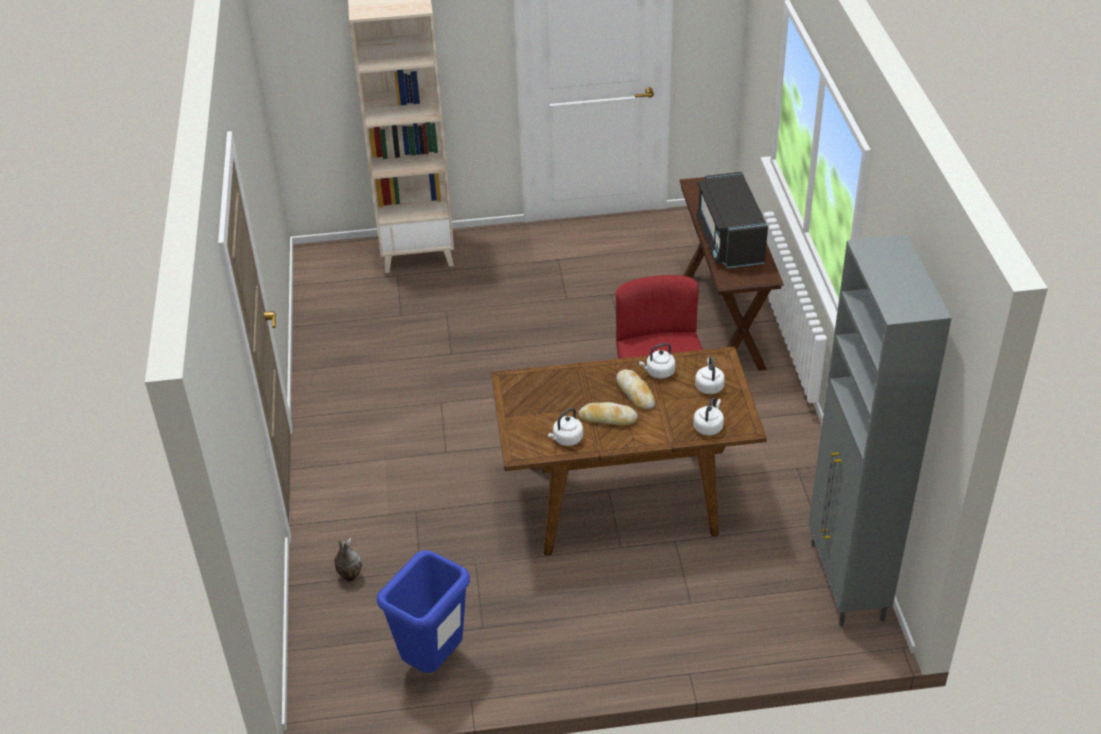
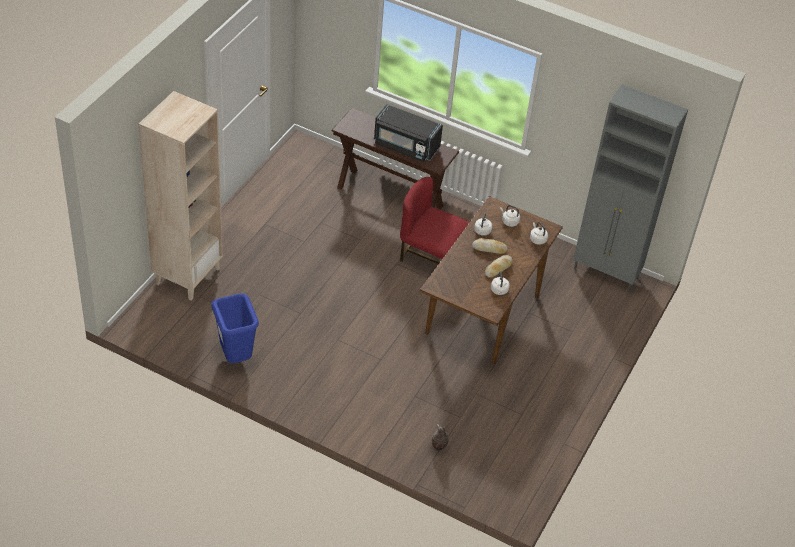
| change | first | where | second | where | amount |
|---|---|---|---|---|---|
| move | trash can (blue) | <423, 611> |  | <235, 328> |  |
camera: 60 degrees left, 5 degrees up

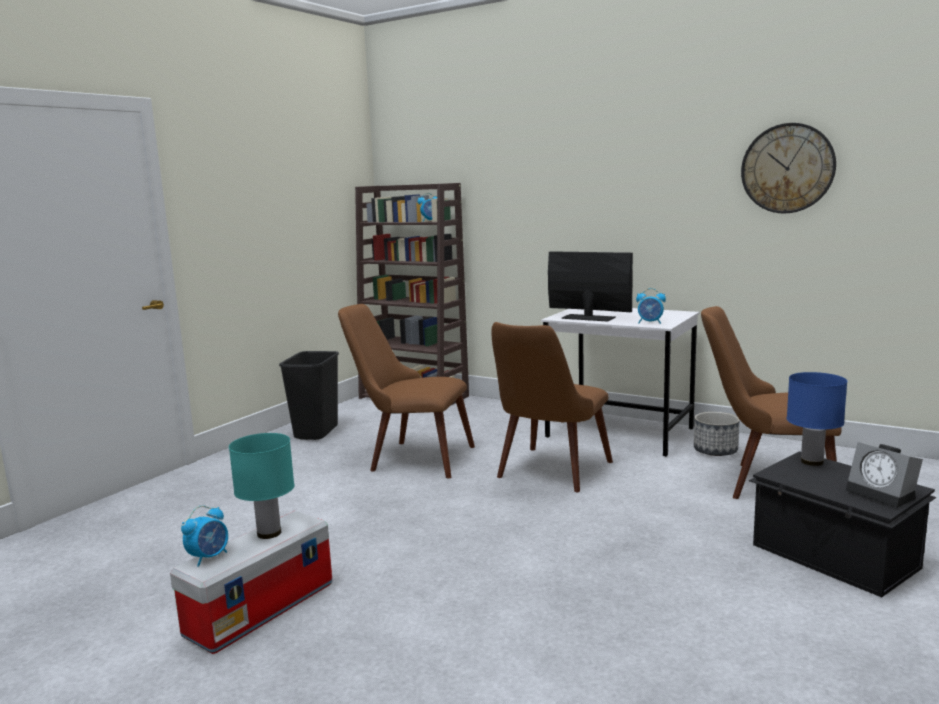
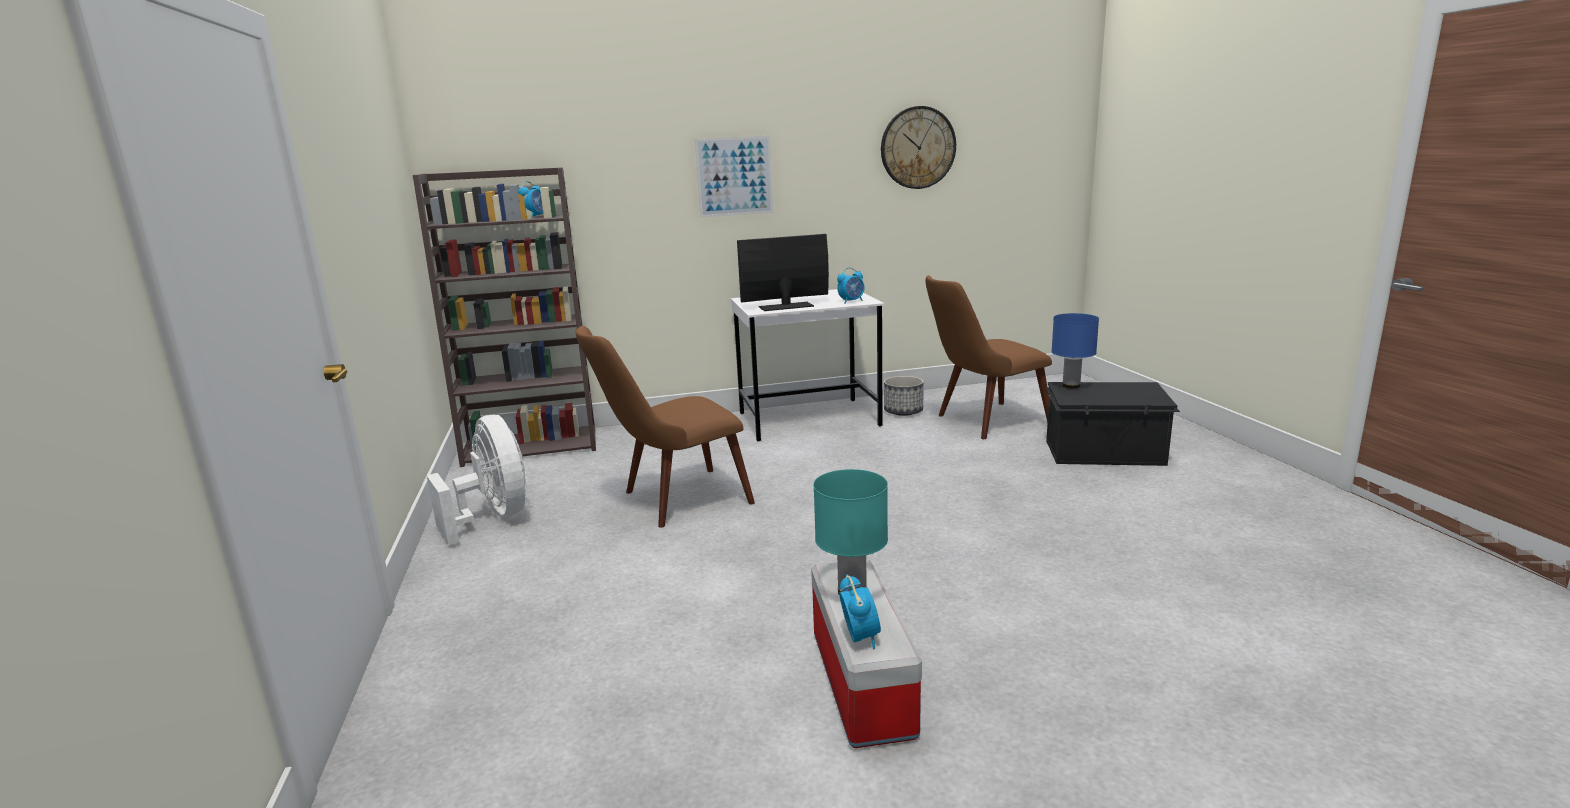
| change | first | where | second | where | amount |
|---|---|---|---|---|---|
| delete | chair (brown) | <552, 407> |  |  |  |
| replace | trash can (black) | <309, 395> | fan (white) | <476, 480> |  |
| delete | alarm clock | <884, 475> |  |  |  |
| insert |  |  | picture | <734, 176> |  |
camera: 45 degrees left, 5 degrees up

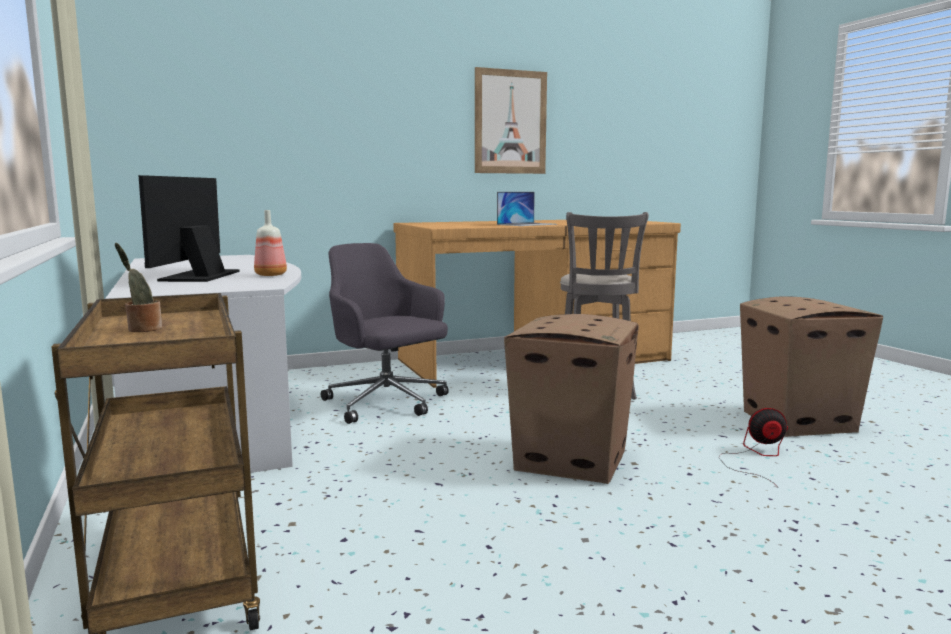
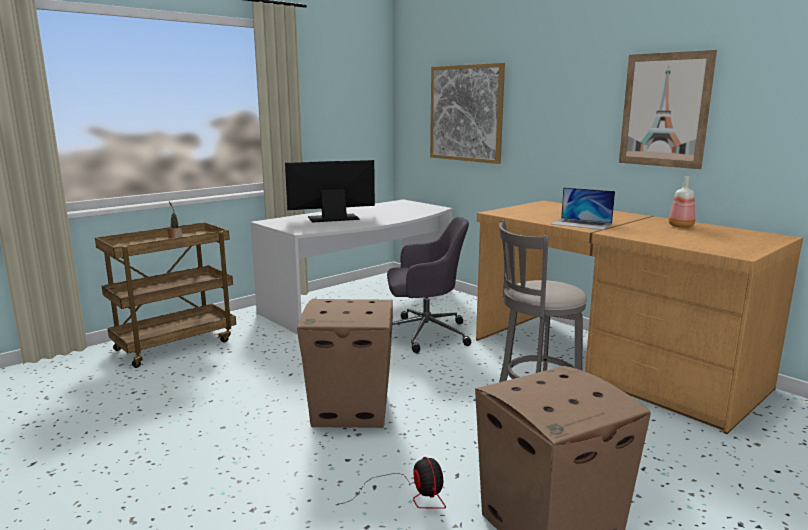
| change | first | where | second | where | amount |
|---|---|---|---|---|---|
| move | bottle | <270, 243> |  | <682, 201> |  |
| rotate | office chair (grey) | <385, 333> |  | <429, 285> | 60 degrees clockwise |
| insert |  |  | picture | <467, 113> |  |
camera: 70 degrees right, 5 degrees up

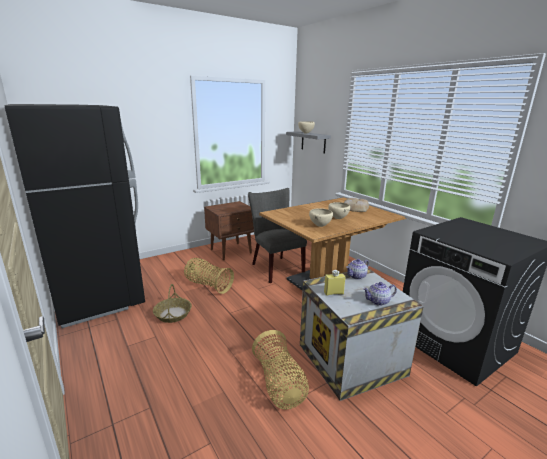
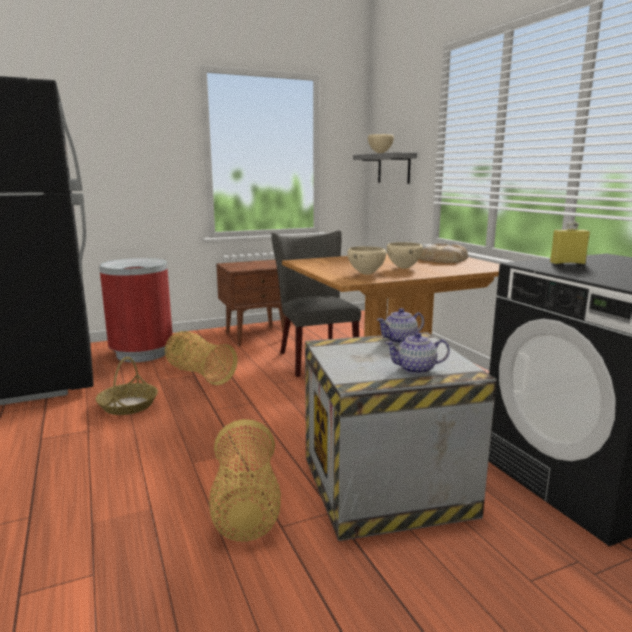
| change | first | where | second | where | amount |
|---|---|---|---|---|---|
| move | bottle (yellow) | <335, 283> |  | <570, 242> |  |
| insert |  |  | trash can (red) | <136, 310> |  |
camera: 10 degrees right, 5 degrees down

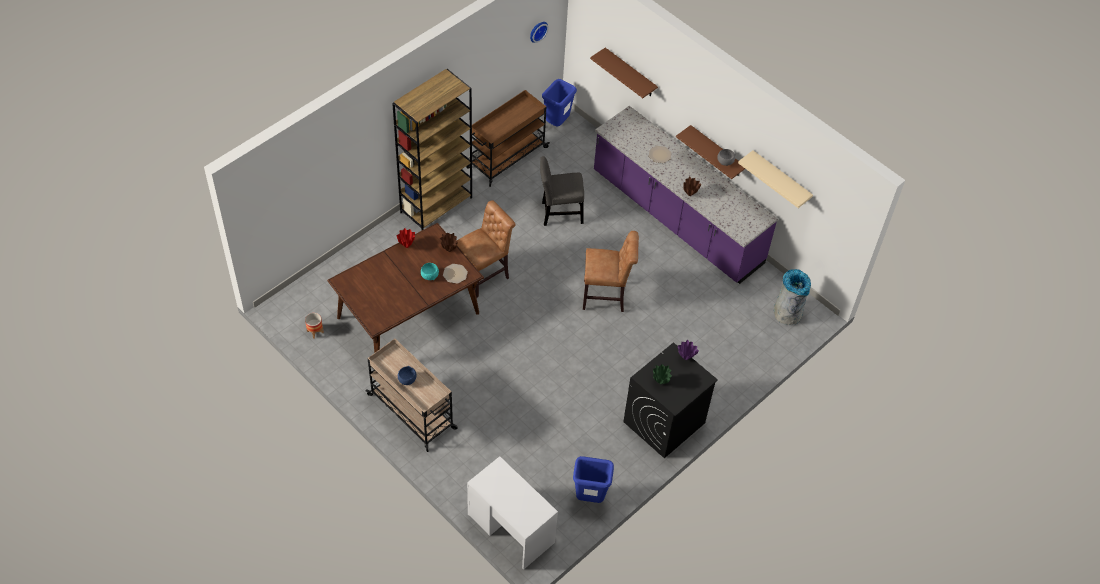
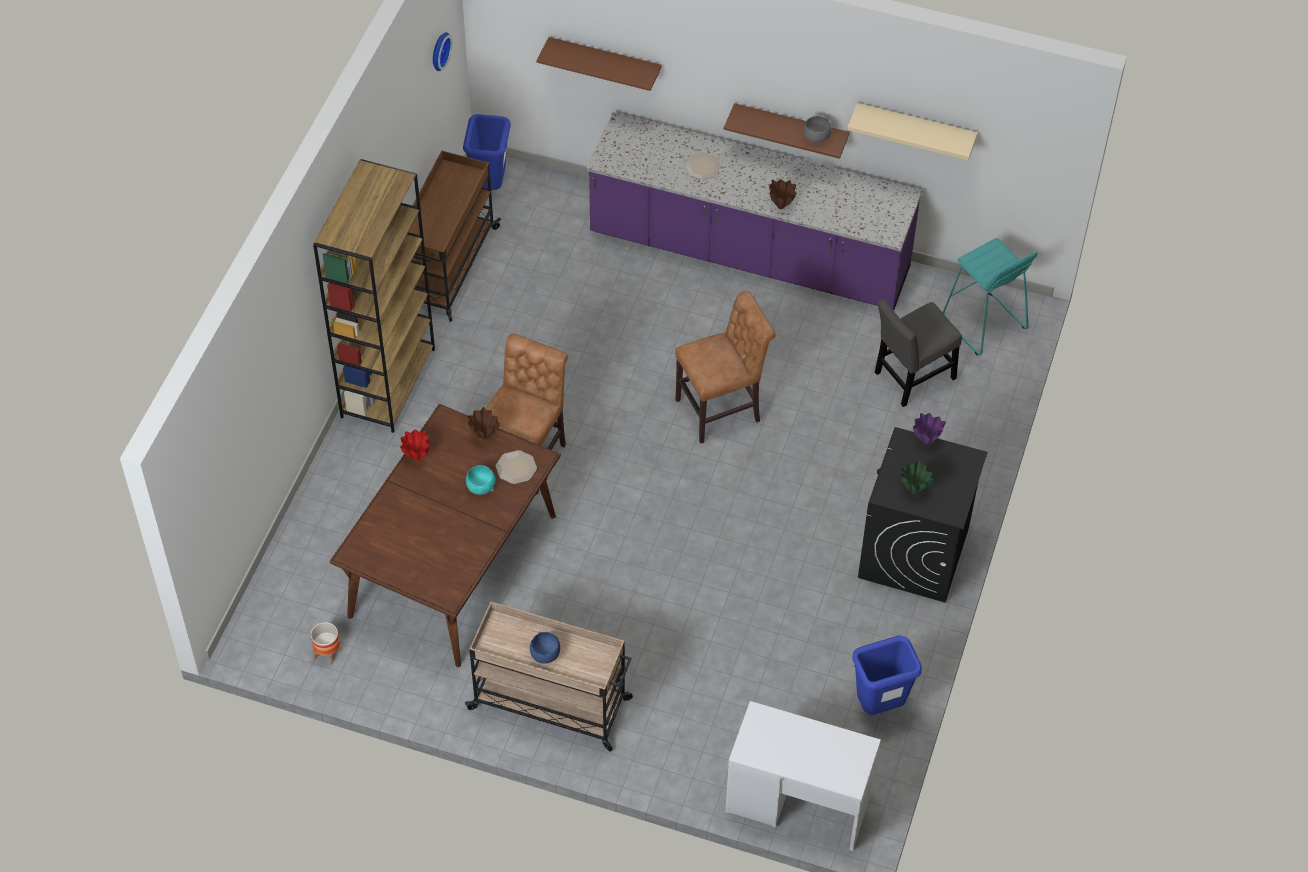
| change | first | where | second | where | amount |
|---|---|---|---|---|---|
| move | chair (grey) | <562, 191> |  | <918, 353> |  |
| replace | trash can (grey) | <792, 297> | stool (turquoise) | <990, 296> |  |
camera: 25 degrees left, 0 degrees up

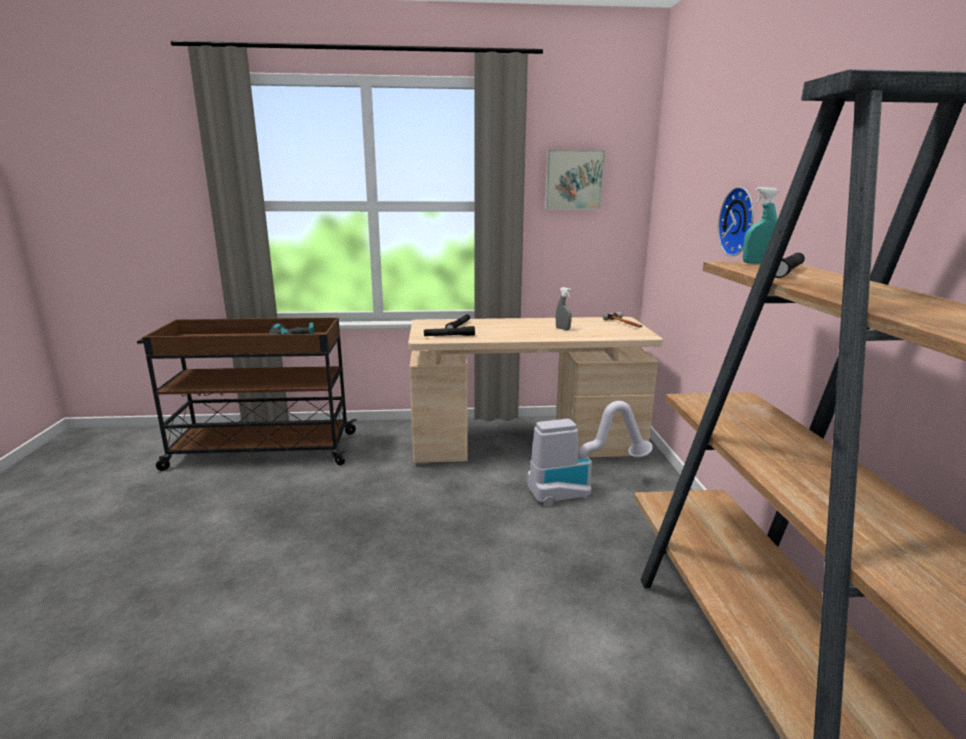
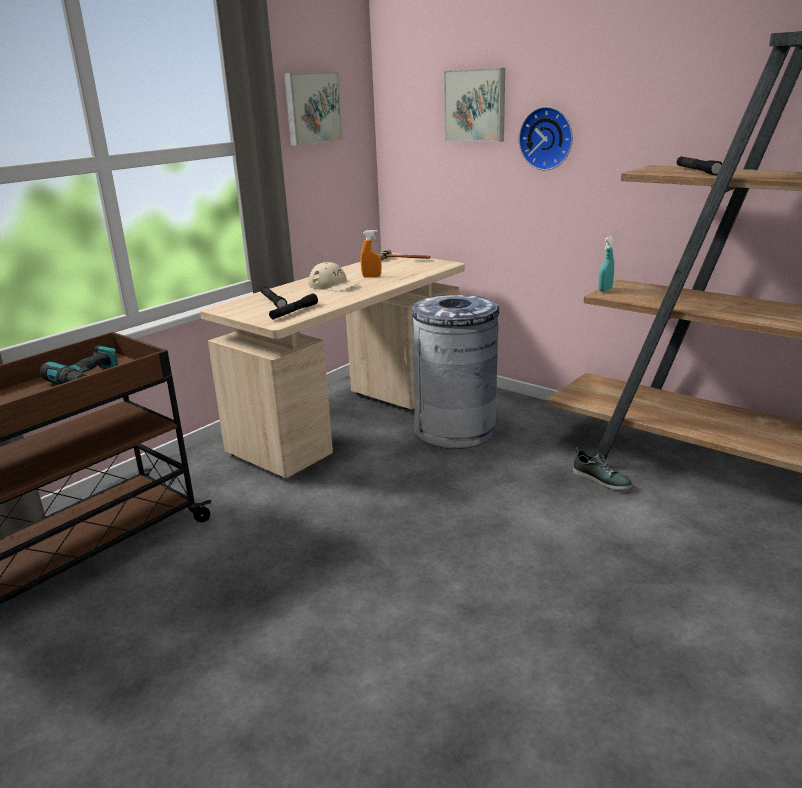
| change | first | where | second | where | amount |
|---|---|---|---|---|---|
| move | spray bottle (turquoise) | <761, 225> |  | <606, 264> |  |
| recolor | spray bottle (grey) | <564, 308> | spray bottle (orange) | <371, 254> |  |
| replace | vacuum cleaner | <590, 453> | trash can (grey) | <455, 372> |  |
| insert |  |  | picture | <474, 105> |  |
| insert |  |  | cap (beige) | <334, 276> |  |
| insert |  |  | shoe | <602, 469> |  |
camera: 45 degrees left, 5 degrees up

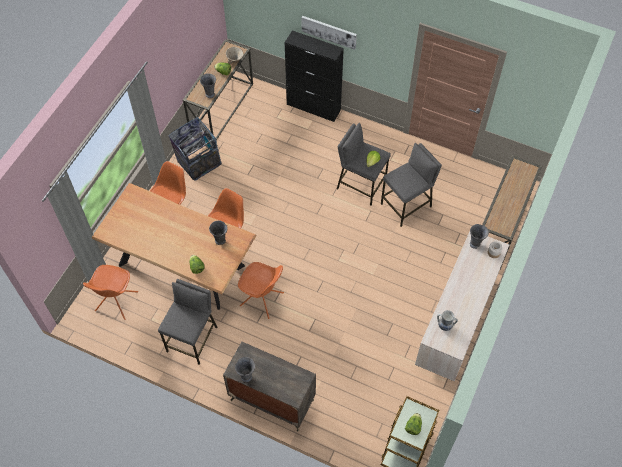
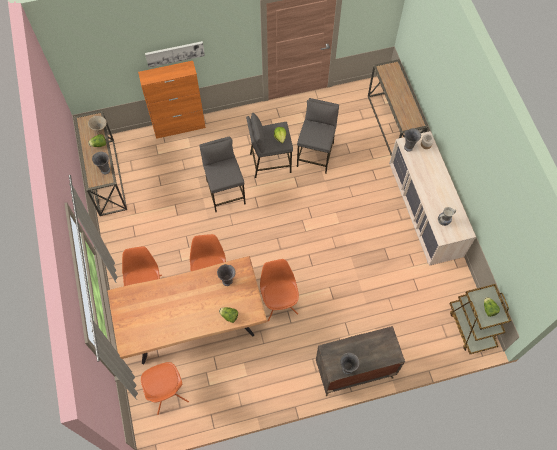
| change | first | where | second | where | amount |
|---|---|---|---|---|---|
| recolor | cabinet (black) | <314, 76> | cabinet (orange) | <172, 100> |  |
| delete | trash can | <195, 149> |  |  |  |
| rotate | chair (orange) | <261, 290> |  | <279, 290> | 90 degrees counterclockwise |
| move | stool (grey) | <187, 322> |  | <222, 174> |  |
camera: 40 degrees left, 5 degrees up

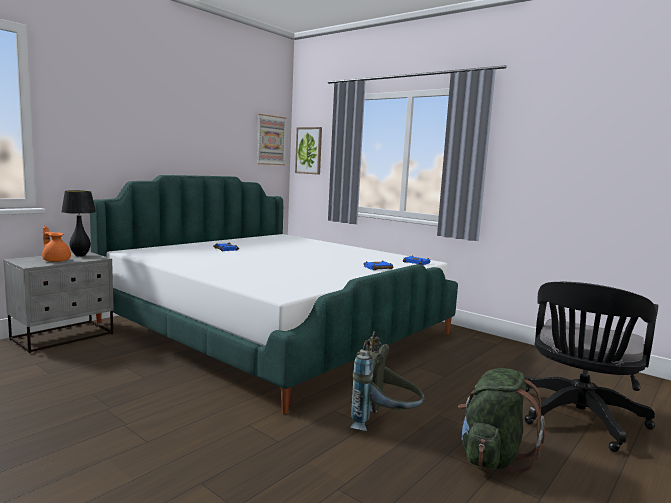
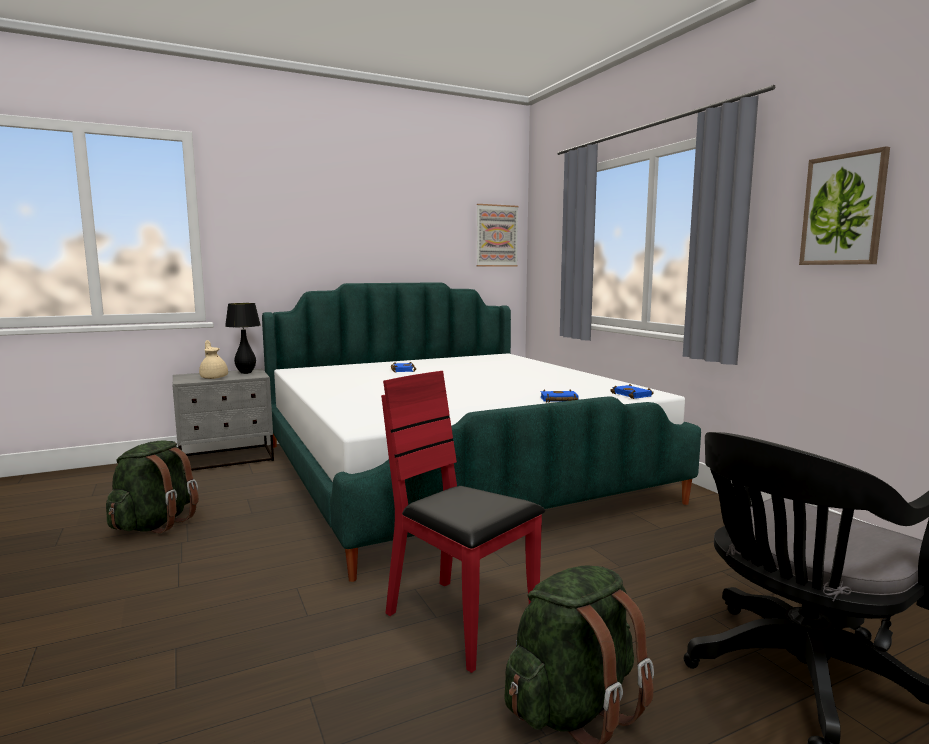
| change | first | where | second | where | amount |
|---|---|---|---|---|---|
| move | picture | <308, 151> |  | <844, 205> |  |
| recolor | teapot (orange) | <56, 244> | teapot (beige) | <213, 359> |  |
| replace | backpack (grey) | <387, 381> | chair (red) | <463, 522> |  |
| insert |  |  | backpack (green) | <152, 486> |  |
camera: 25 degrees right, 0 degrees up

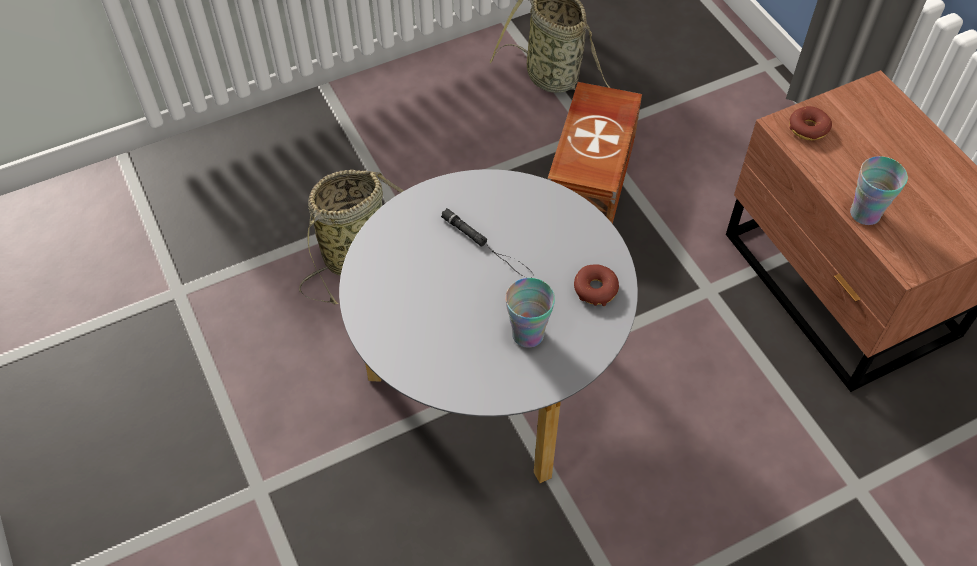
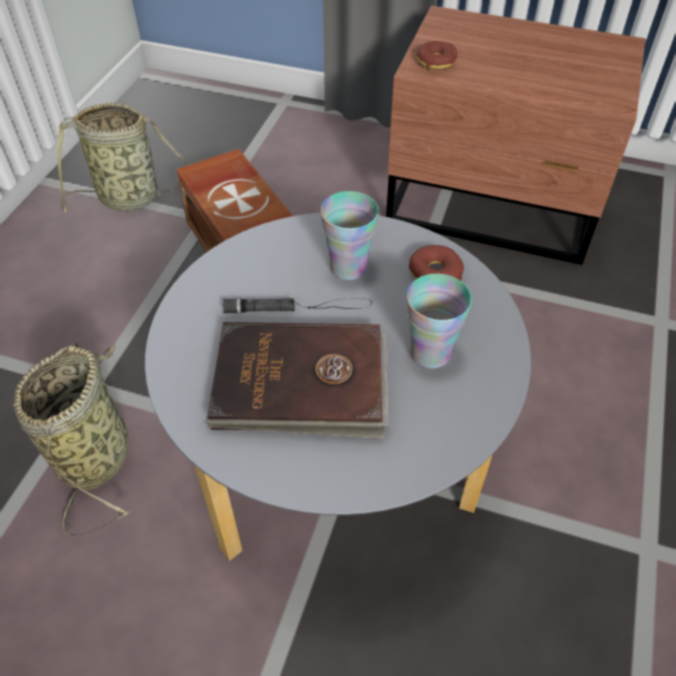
| change | first | where | second | where | amount |
|---|---|---|---|---|---|
| move | cup | <879, 190> |  | <350, 235> |  |
| insert |  |  | book (brown) | <297, 380> |  |
camera: 45 degrees left, 5 degrees down

